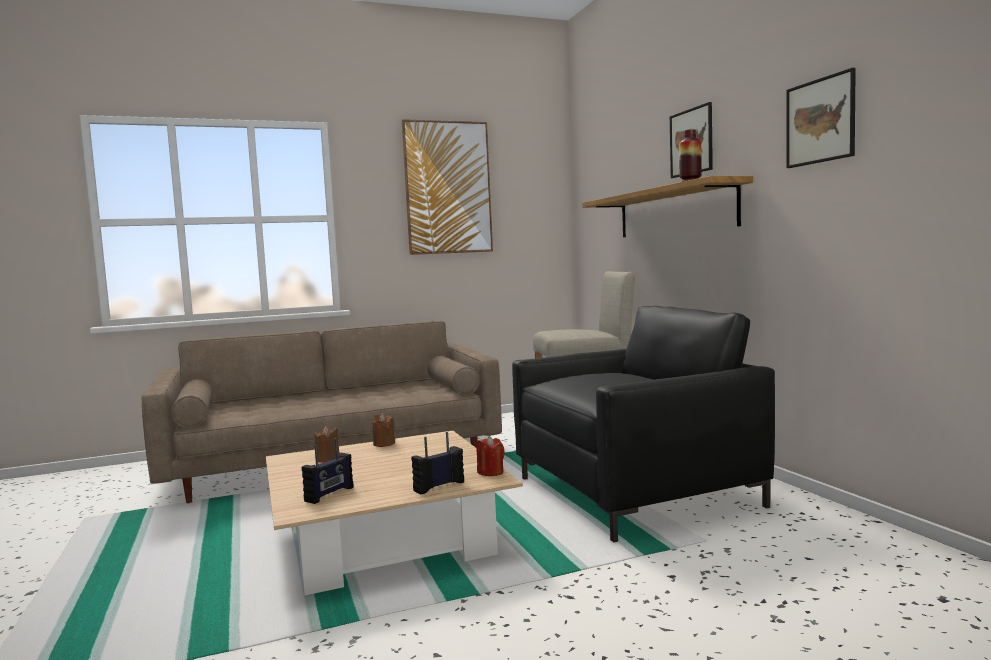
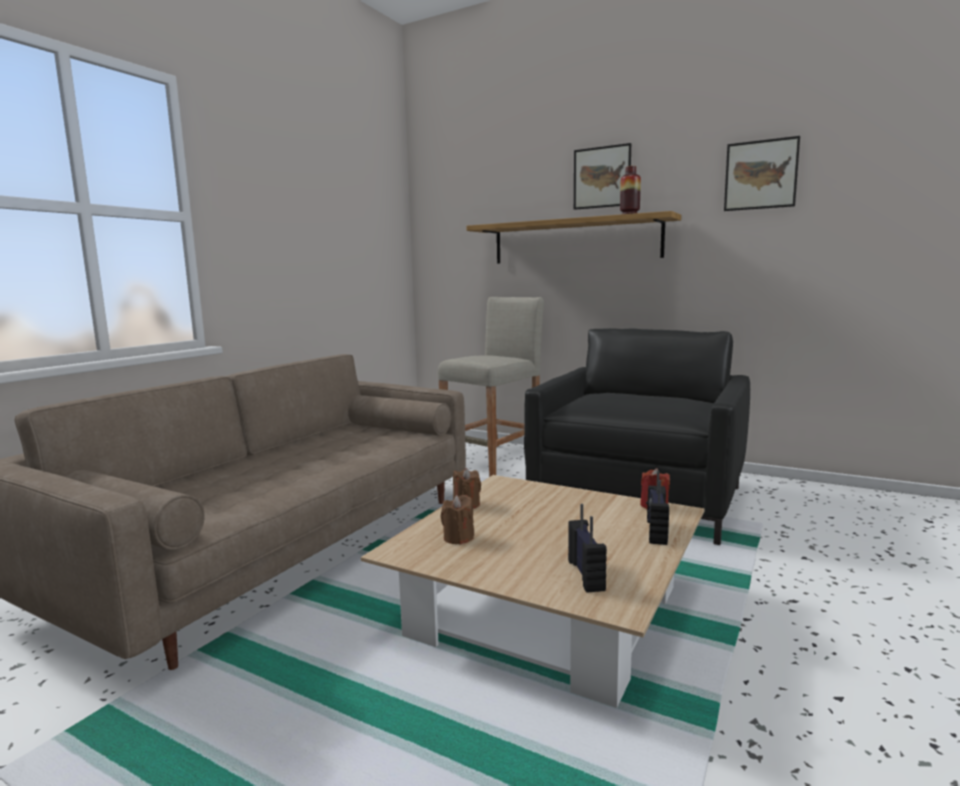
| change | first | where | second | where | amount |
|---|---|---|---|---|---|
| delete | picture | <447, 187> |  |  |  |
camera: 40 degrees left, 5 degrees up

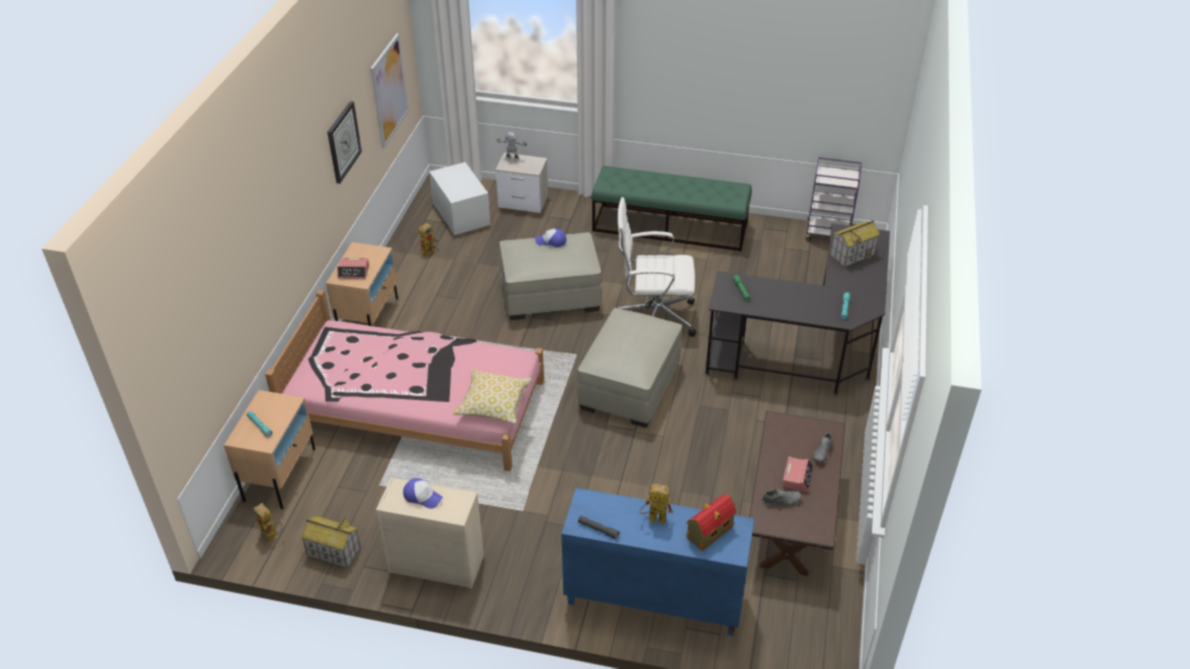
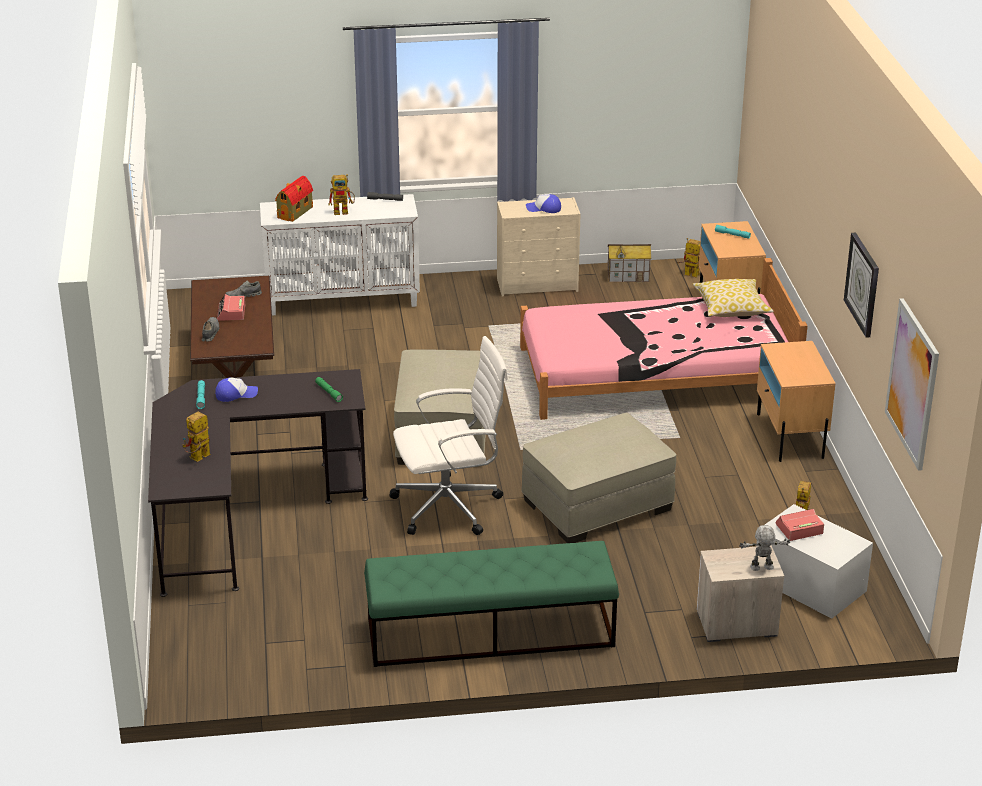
| change | first | where | second | where | amount |
|---|---|---|---|---|---|
| delete | cart (purple) | <833, 199> |  |  |  |
| replace | toy house | <855, 243> | toy robot | <196, 436> |  |
| move | cap | <550, 237> |  | <236, 389> |  |
| move | alarm clock | <353, 268> |  | <800, 525> |  |
| move | pillow | <492, 396> |  | <733, 298> |  |
| recolor | cabinet (blue) | <658, 562> | cabinet (white) | <340, 255> |  |
camera: 160 degrees right, 10 degrees down

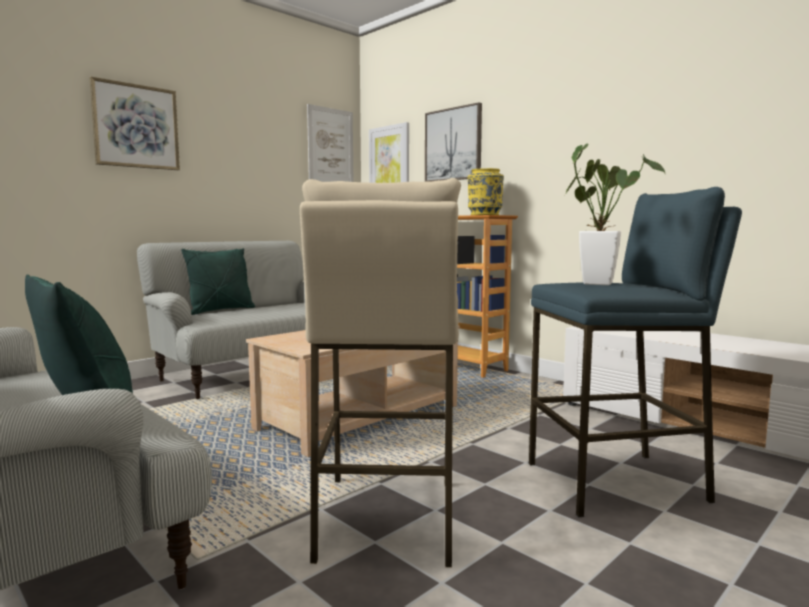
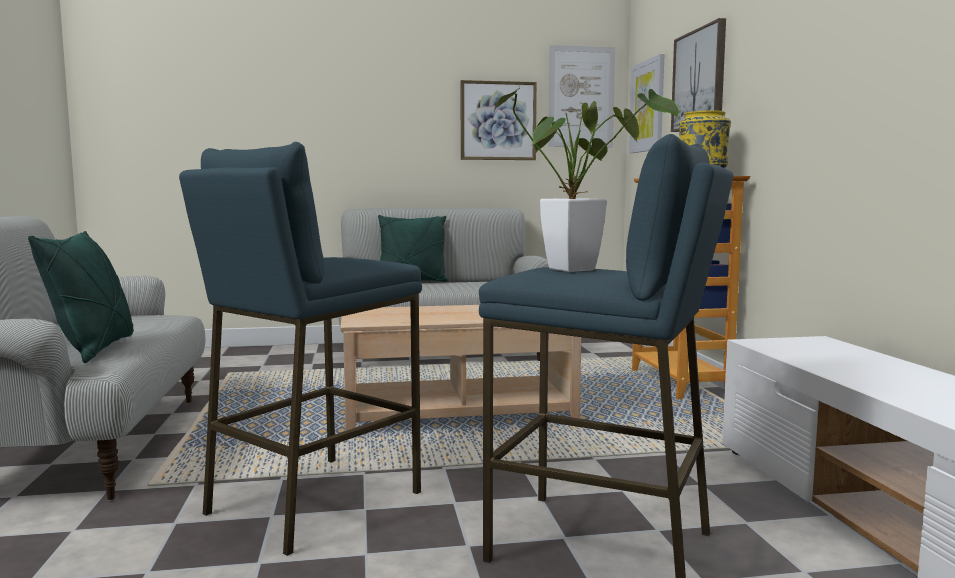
| change | first | where | second | where | amount |
|---|---|---|---|---|---|
| move | picture | <134, 123> |  | <499, 120> |  |
| recolor | stool (beige) | <380, 373> | stool (blue) | <300, 349> |  |
camera: 35 degrees right, 0 degrees up

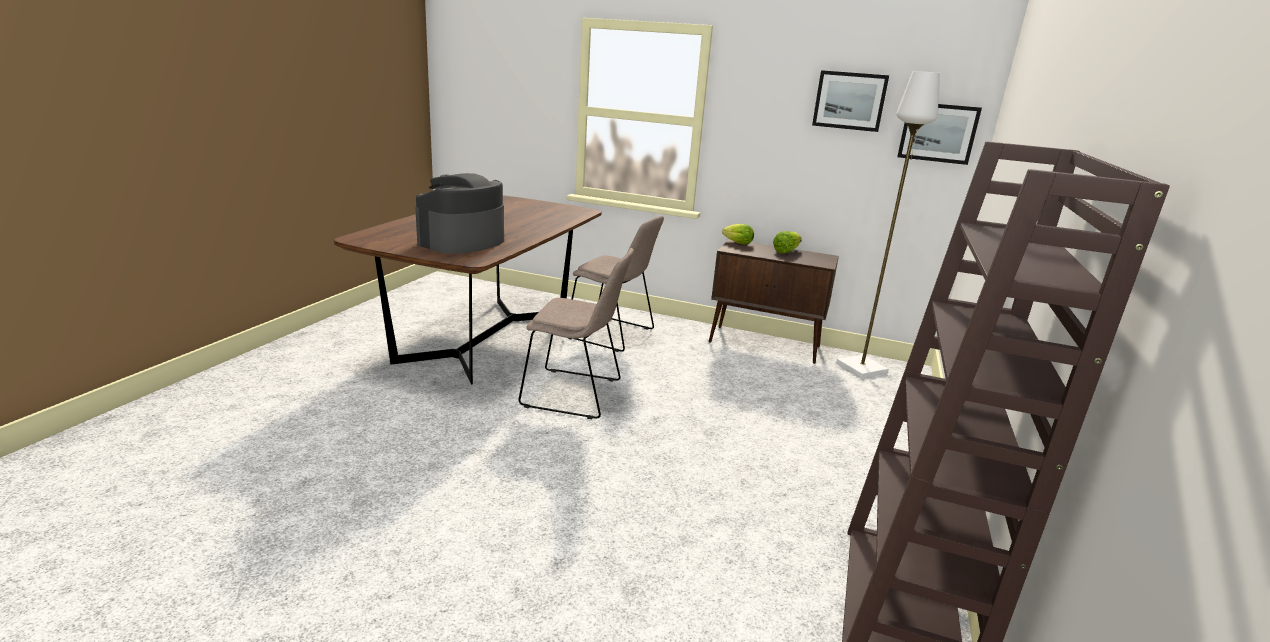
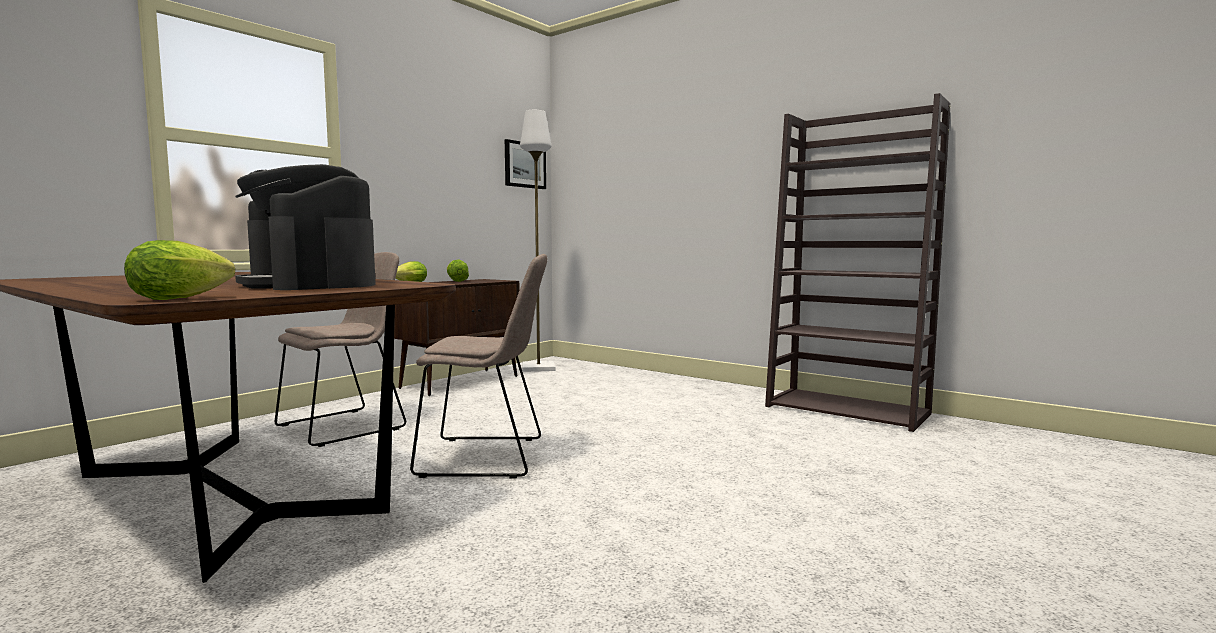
| change | first | where | second | where | amount |
|---|---|---|---|---|---|
| delete | picture | <850, 101> |  |  |  |
| rotate | chair (beige) | <576, 333> |  | <478, 366> | 60 degrees clockwise |
| insert |  |  | lettuce | <179, 270> |  |
camera: 70 degrees left, 15 degrees down

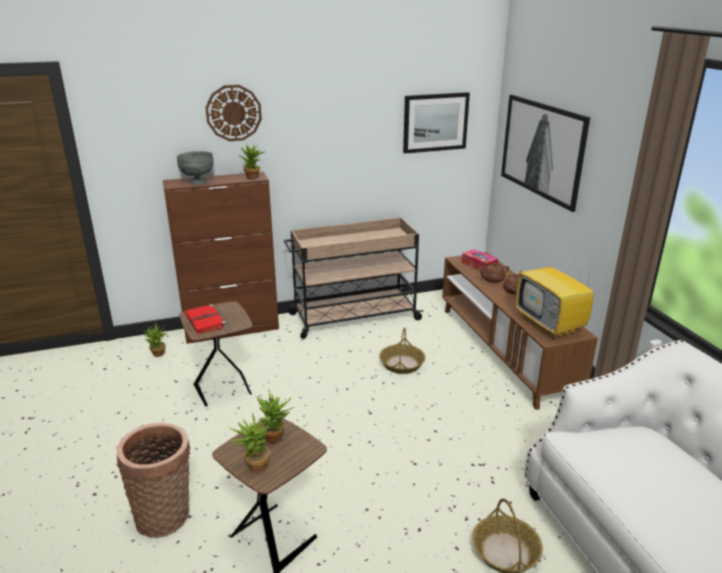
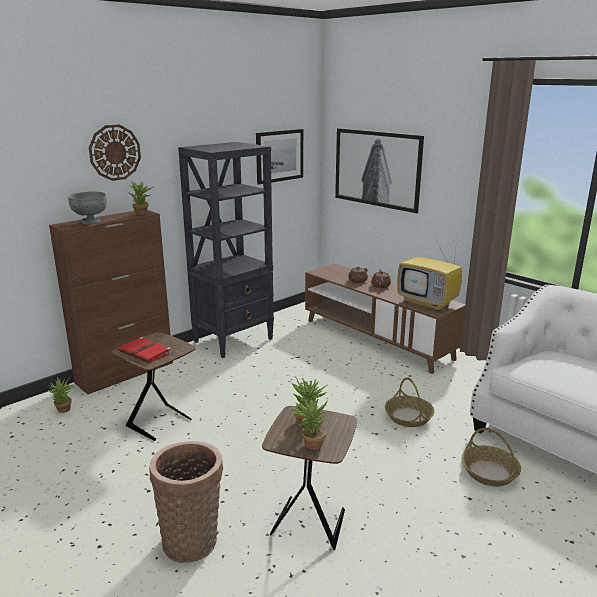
| change | first | where | second | where | amount |
|---|---|---|---|---|---|
| replace | cart (beige) | <354, 278> | bookcase (black) | <226, 250> |  |
| delete | tissue box | <480, 260> |  |  |  |
| move | basket | <402, 350> |  | <410, 402> |  |
camera: 25 degrees left, 5 degrees down

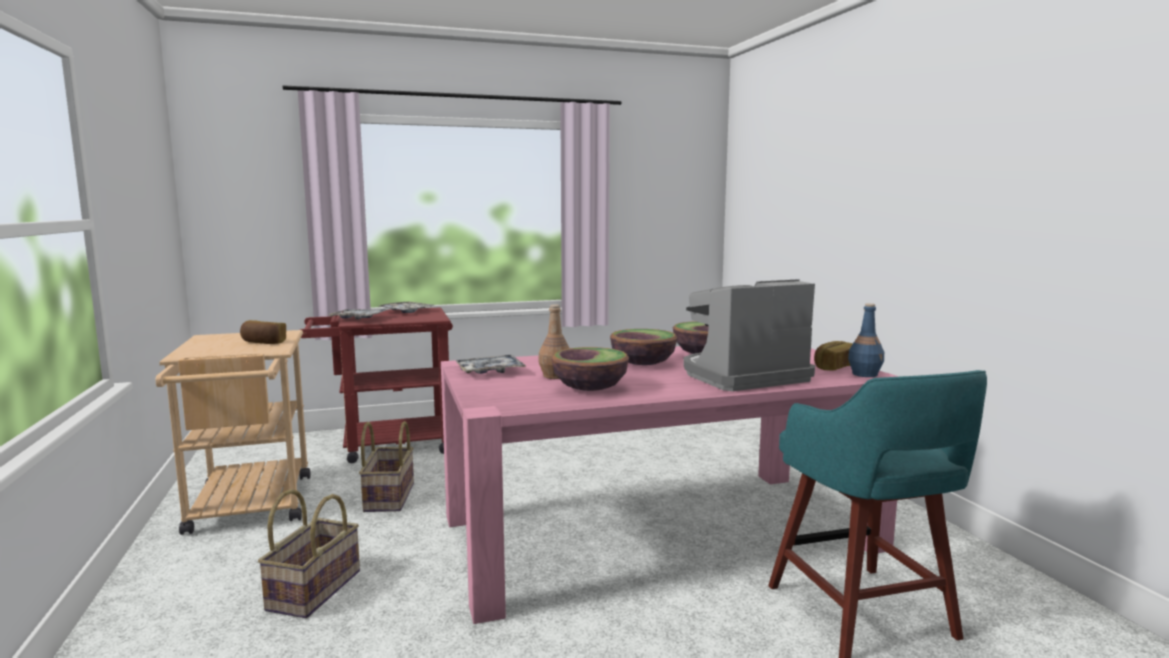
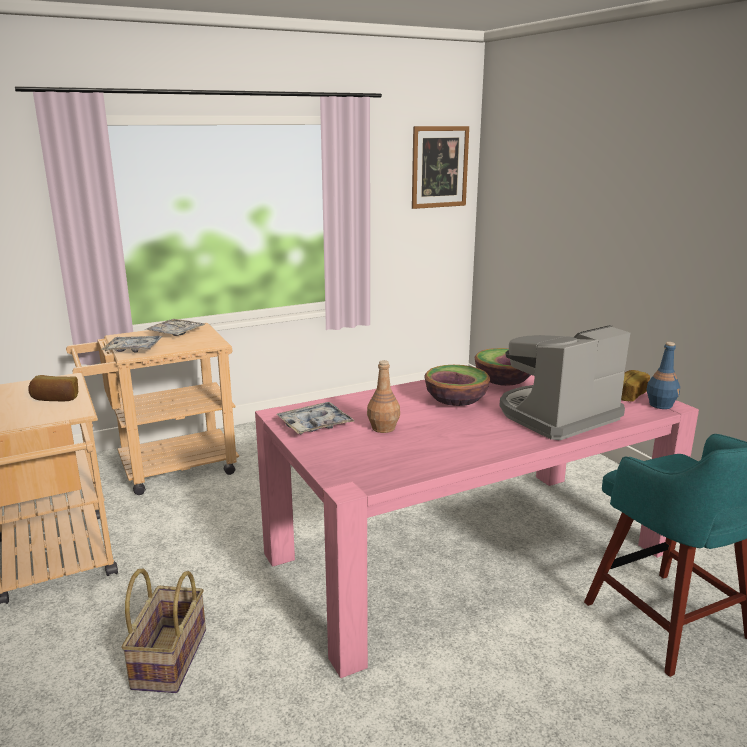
| change | first | where | second | where | amount |
|---|---|---|---|---|---|
| recolor | cart (red) | <376, 385> | cart (beige) | <152, 409> |  |
| delete | bowl | <590, 369> |  |  |  |
| delete | basket | <386, 466> |  |  |  |
| insert |  |  | picture | <440, 167> |  |
camera: 10 degrees left, 10 degrees up

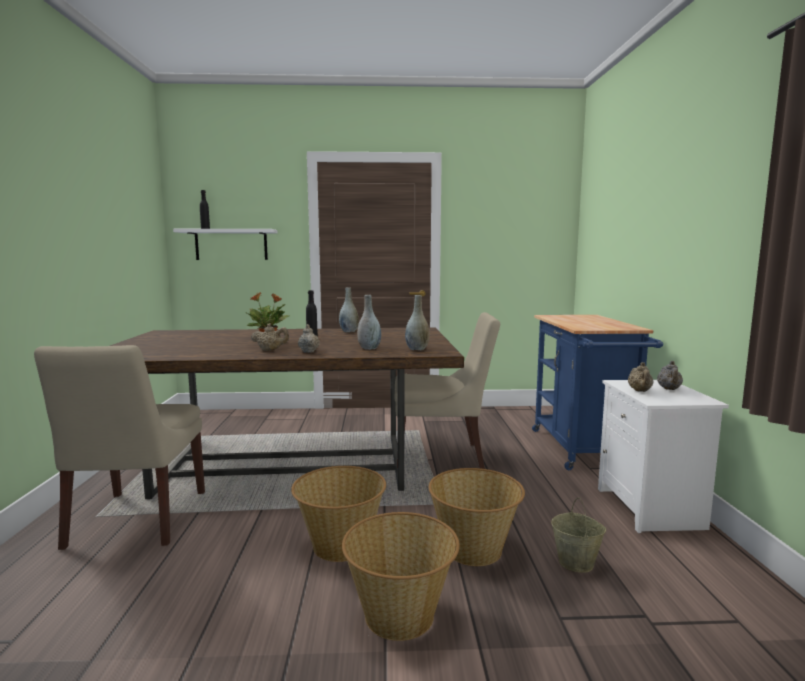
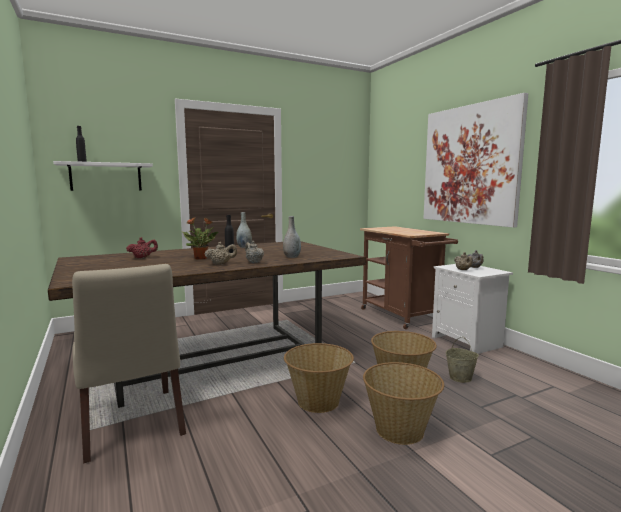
| change | first | where | second | where | amount |
|---|---|---|---|---|---|
| delete | vase (grey) | <417, 322> |  |  |  |
| delete | chair (beige) | <447, 390> |  |  |  |
| recolor | cart (blue) | <597, 392> | cart (brown) | <409, 277> |  |
| insert |  |  | picture | <475, 160> |  |
| insert |  |  | teapot (red) | <142, 247> |  |
camera: 25 degrees left, 0 degrees up

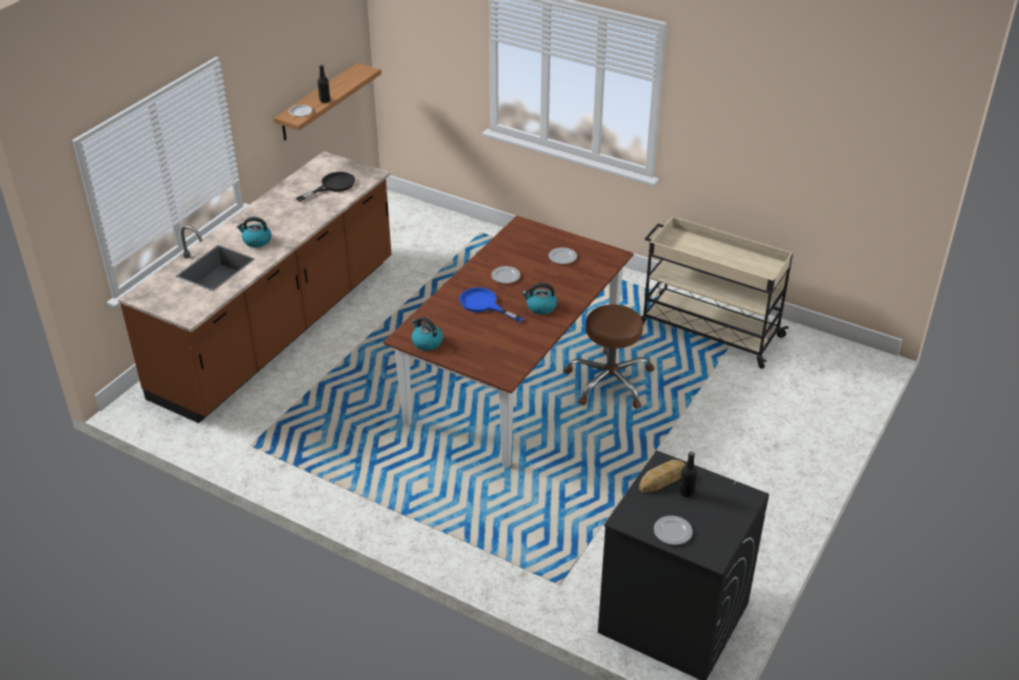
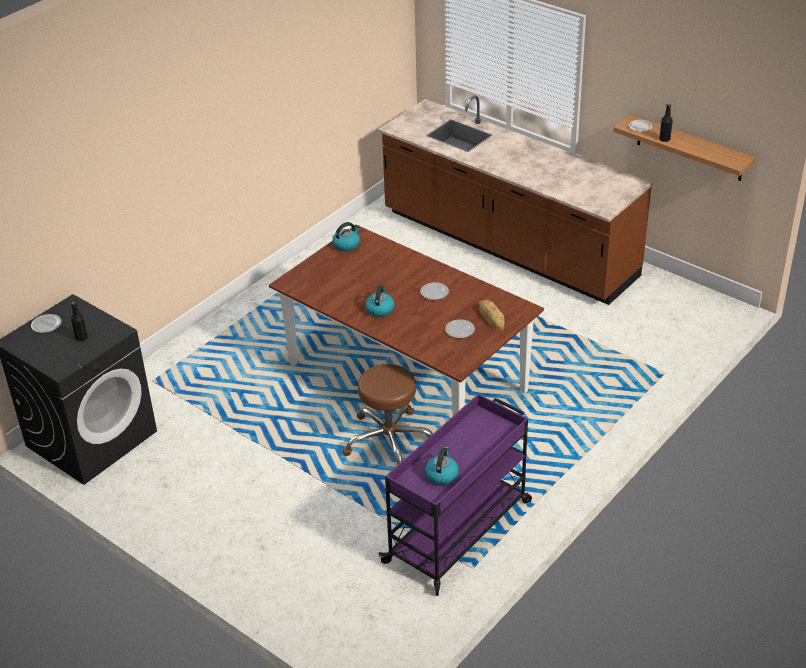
| change | first | where | second | where | amount |
|---|---|---|---|---|---|
| delete | frying pan (black) | <325, 186> |  |  |  |
| recolor | cart (beige) | <717, 292> | cart (purple) | <455, 495> |  |
| move | kettle | <254, 232> |  | <442, 466> |  |
| delete | frying pan (blue) | <491, 304> |  |  |  |
| move | bread | <662, 476> |  | <492, 315> |  |
camera: 100 degrees right, 0 degrees up

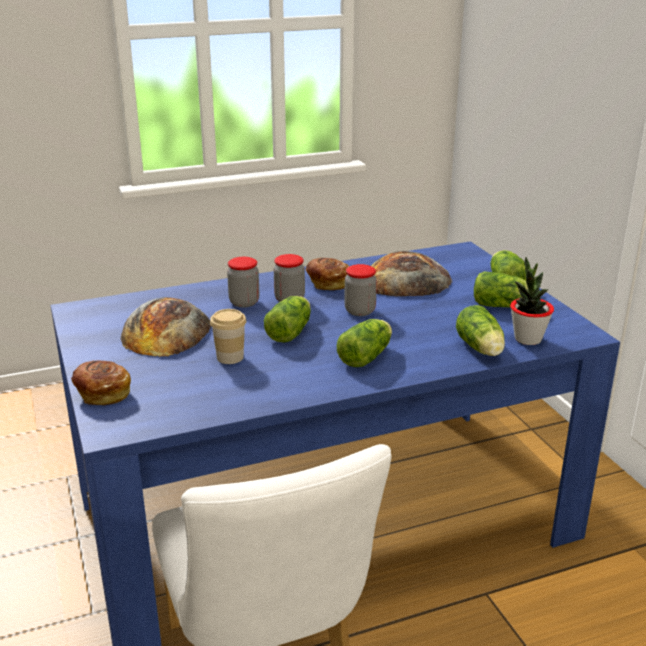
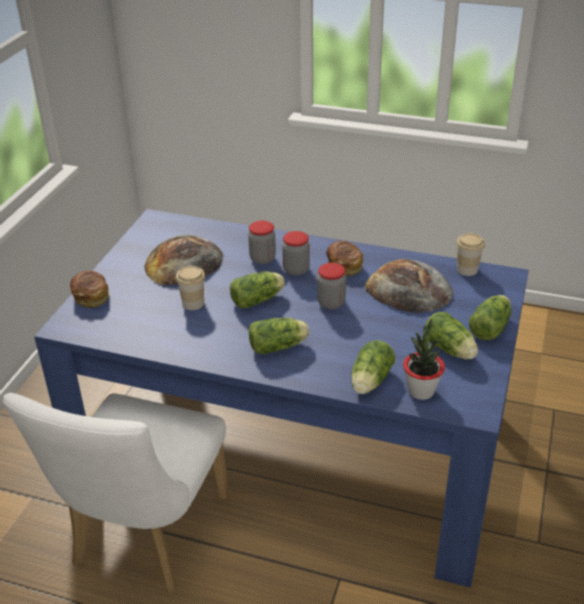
| change | first | where | second | where | amount |
|---|---|---|---|---|---|
| insert |  |  | cup | <470, 254> |  |
camera: 40 degrees right, 10 degrees up

